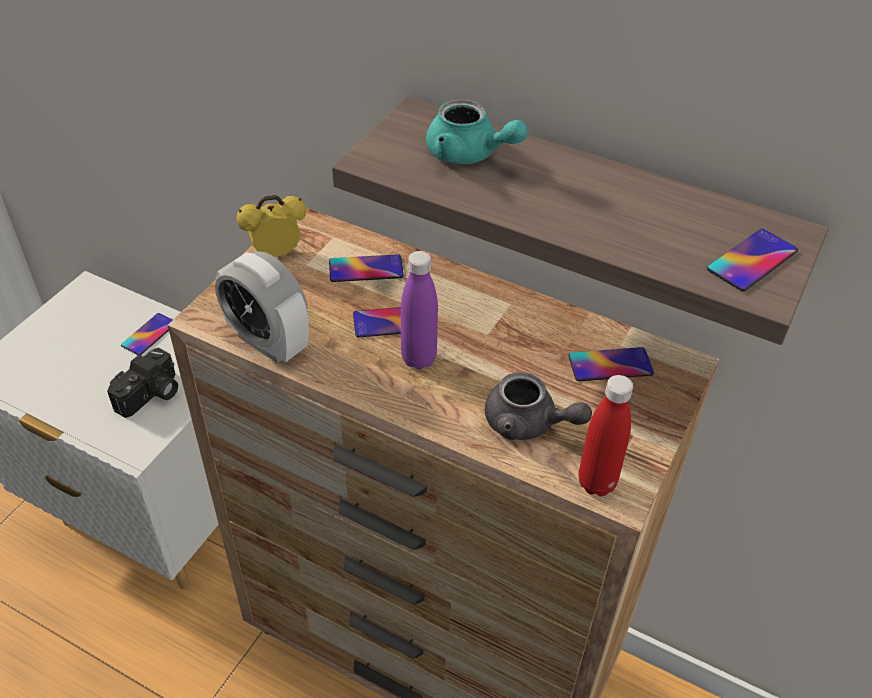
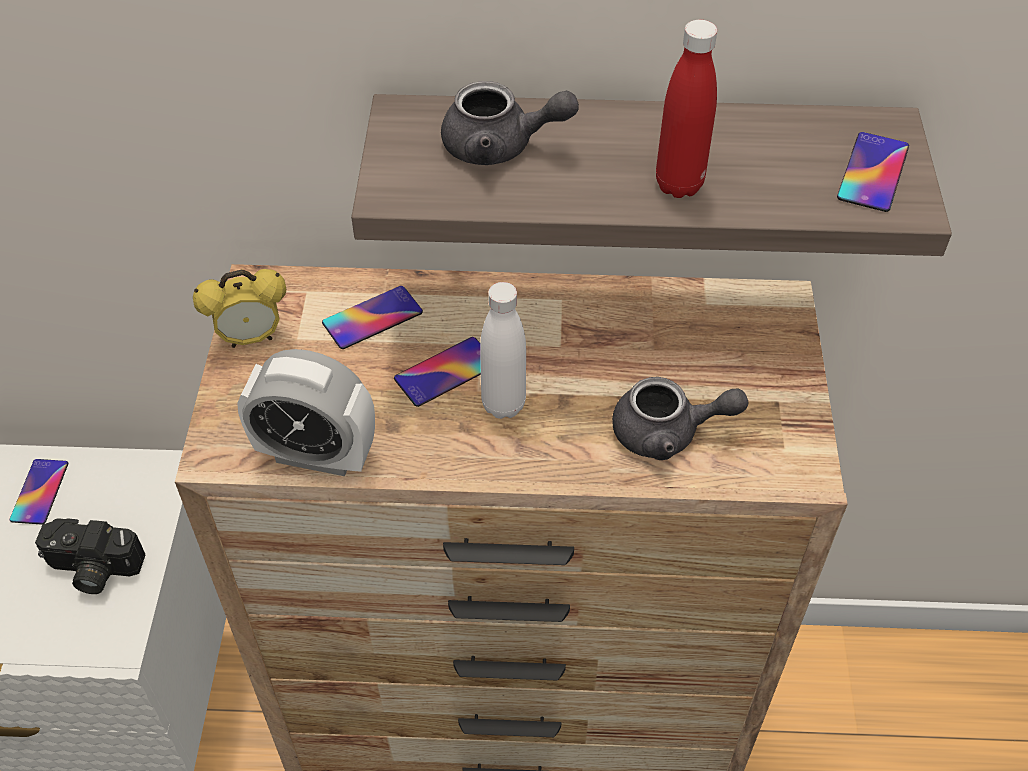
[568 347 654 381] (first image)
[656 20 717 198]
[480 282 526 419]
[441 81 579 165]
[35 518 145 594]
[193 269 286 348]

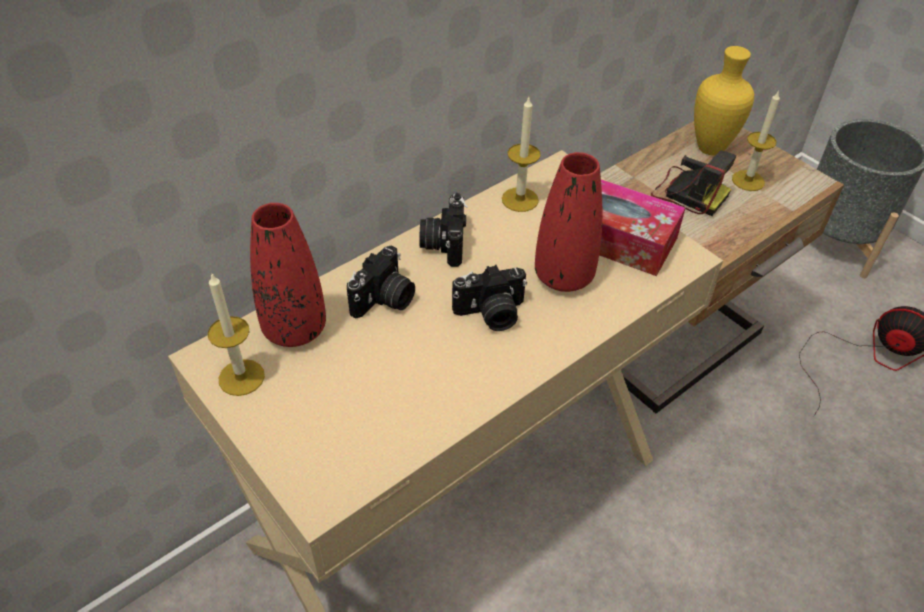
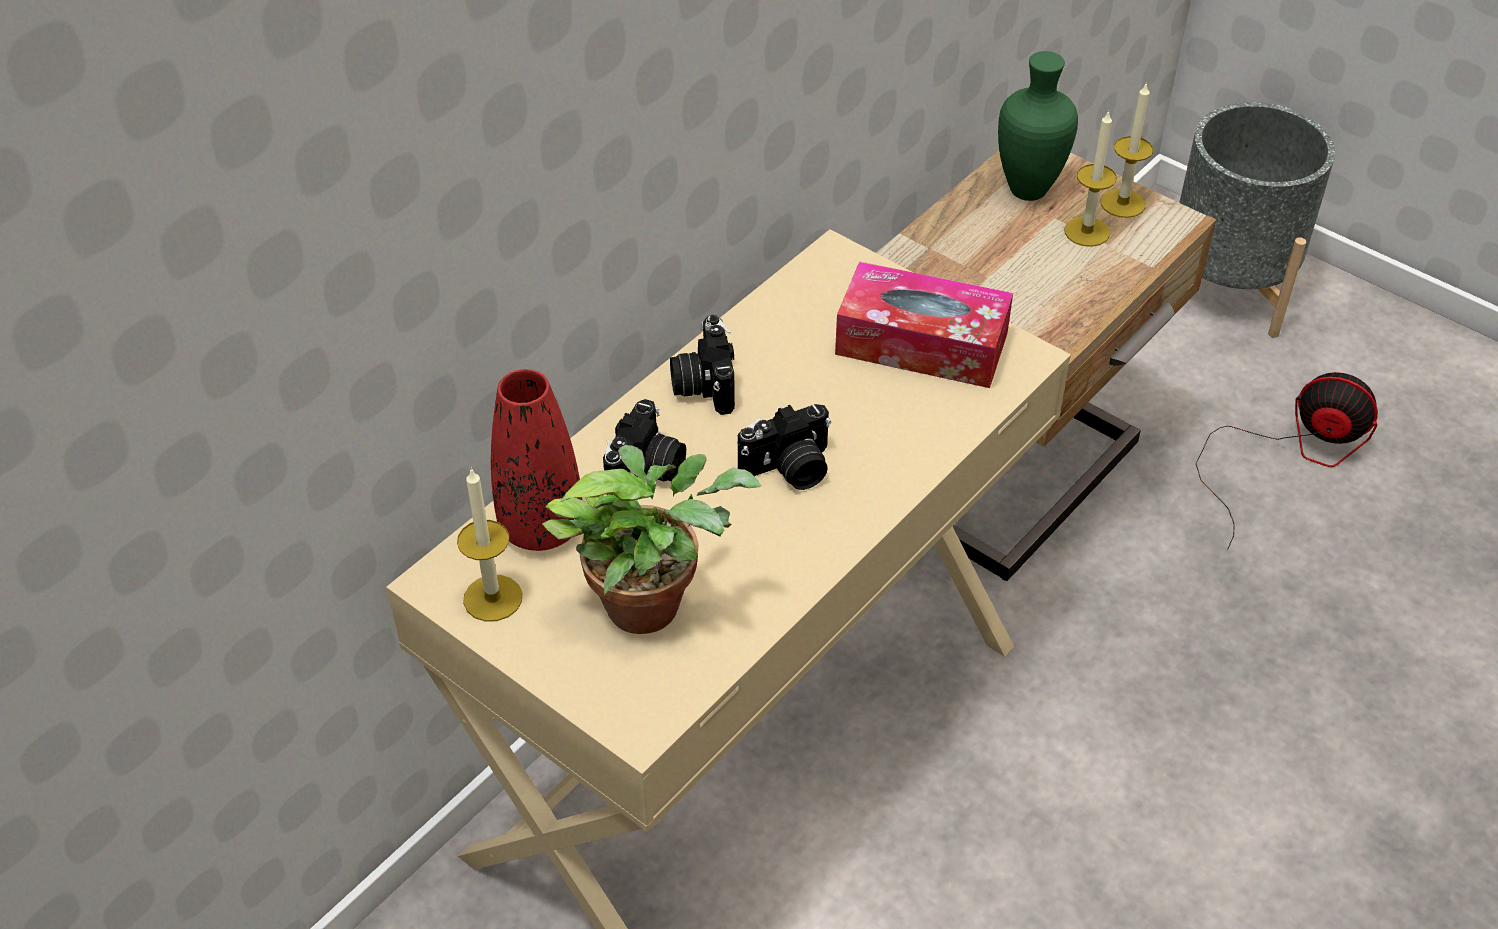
[535 152 602 292] (first image)
[651 150 736 216] (first image)
[542 445 762 634]
[1101 82 1153 218]
[998 51 1078 201]

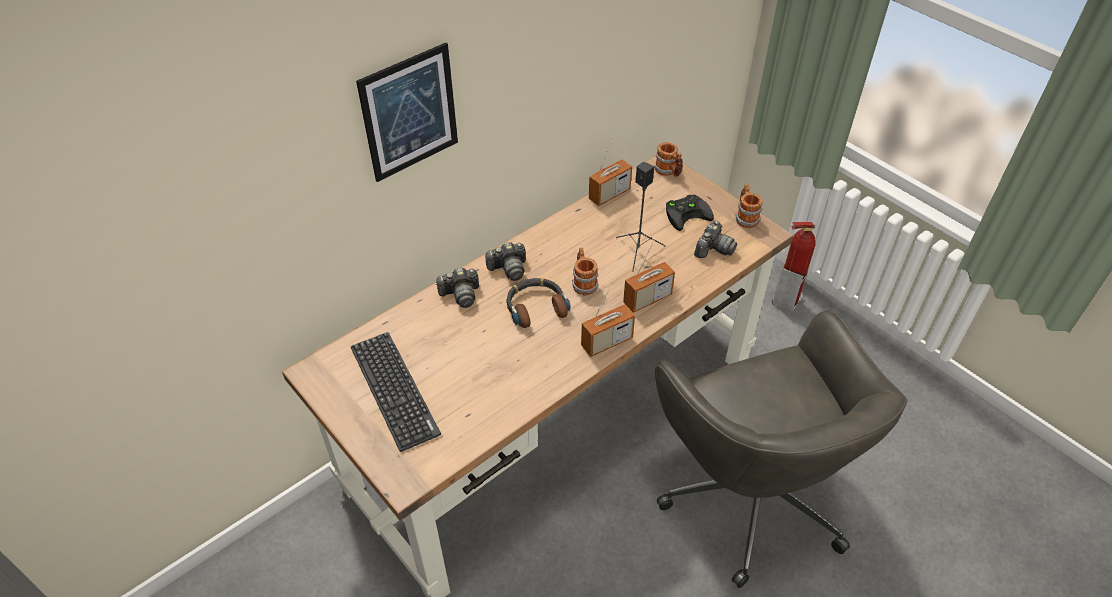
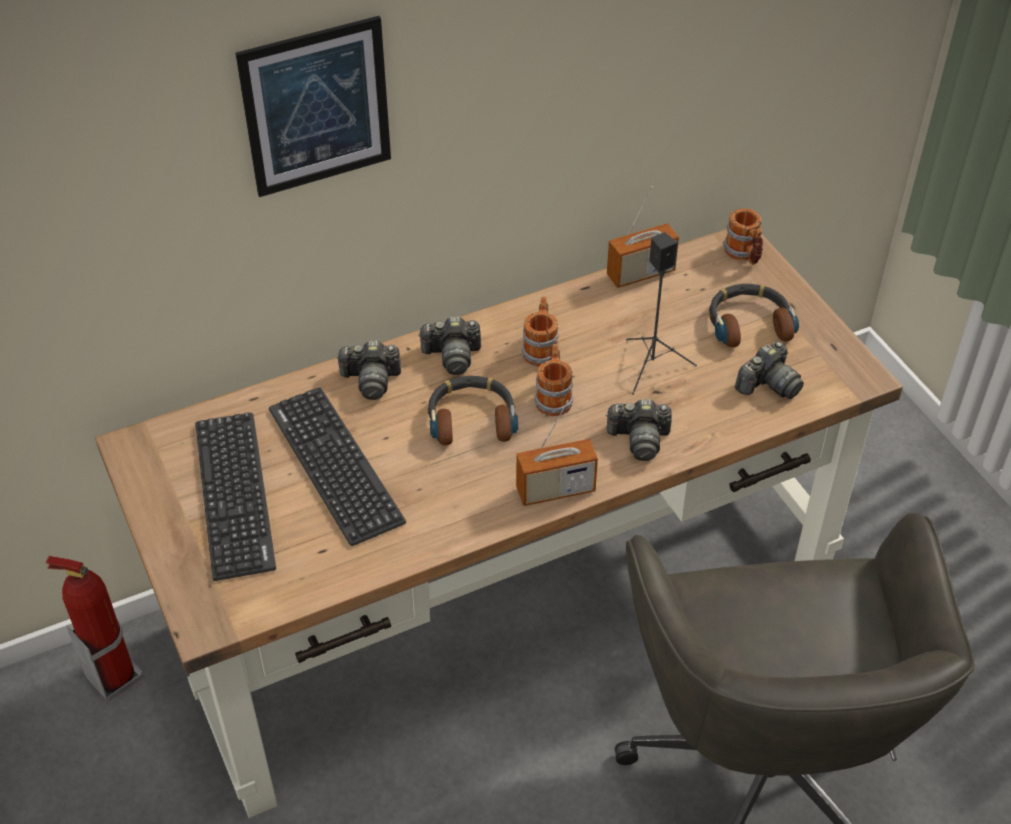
[269 388 406 546]
[522 297 559 367]
[45 556 143 701]
[606 399 672 461]
[709 284 799 347]

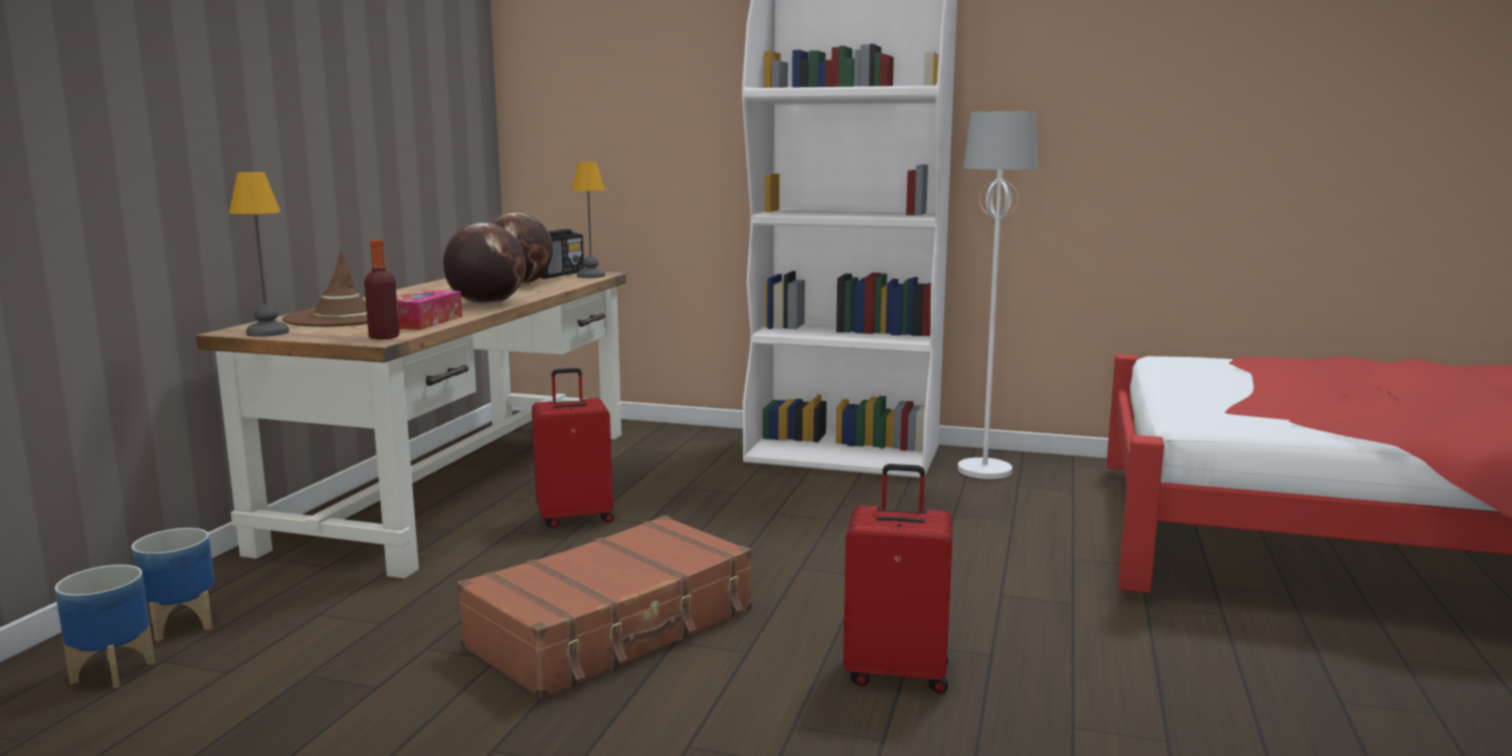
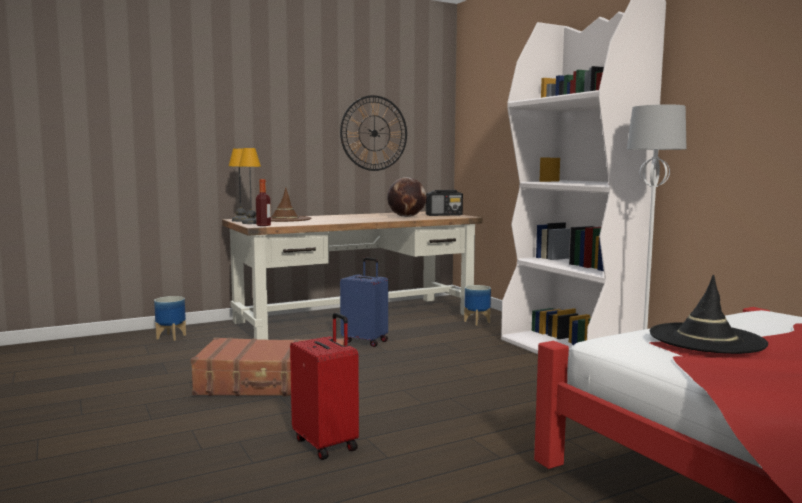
[397 290 462 330] (first image)
[443 223 526 305] (first image)
[340 95 407 171]
[650 275 768 354]
[464 285 491 325]
[239 148 261 224]
[340 258 388 347]

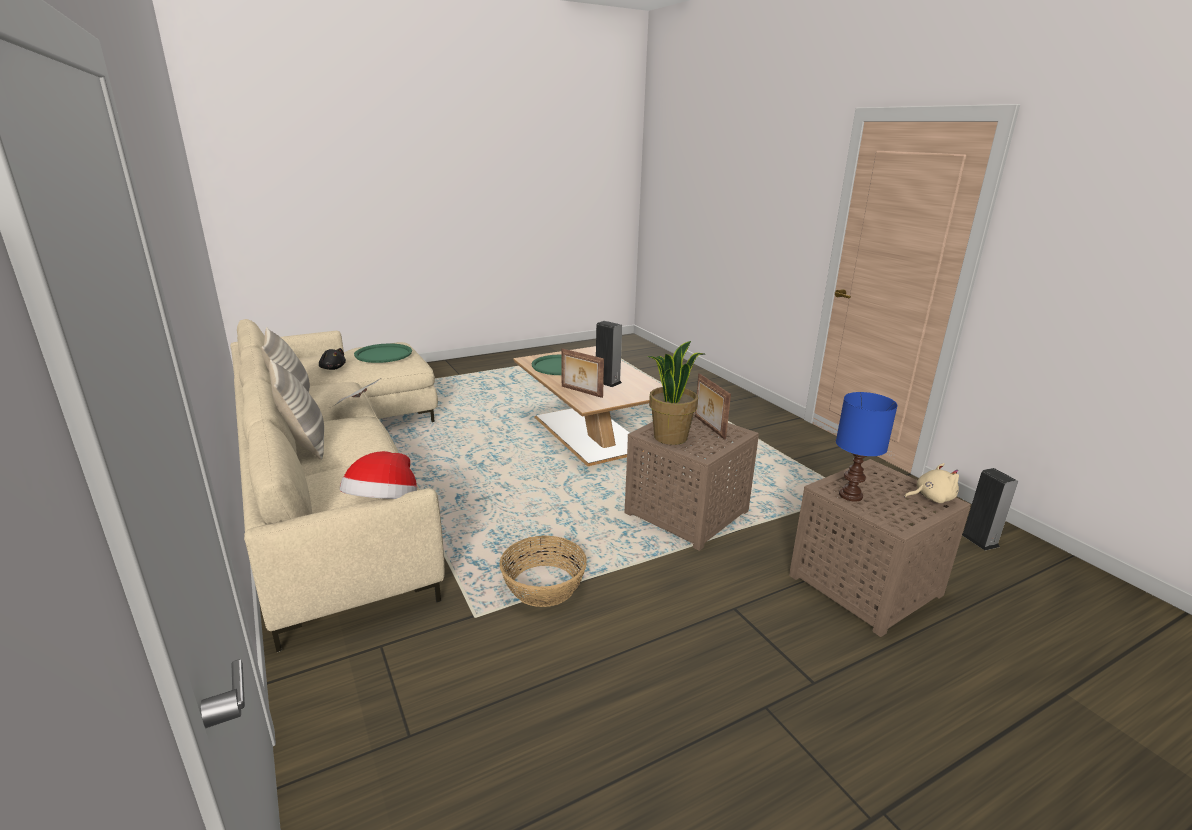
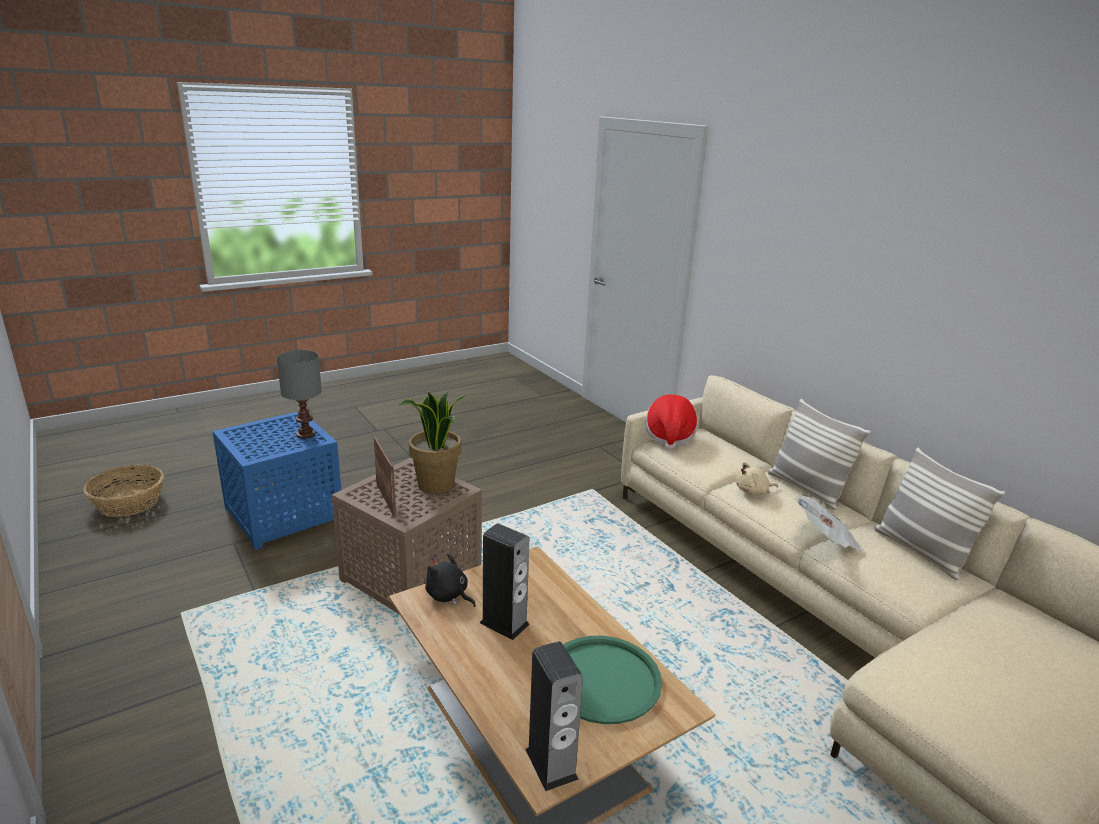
[354 343 412 363] (first image)
[562 348 604 398] (first image)
[425 554 476 607]
[83 465 164 517]
[736 462 778 496]
[525 641 583 791]
[213 412 341 550]
[277 350 322 439]

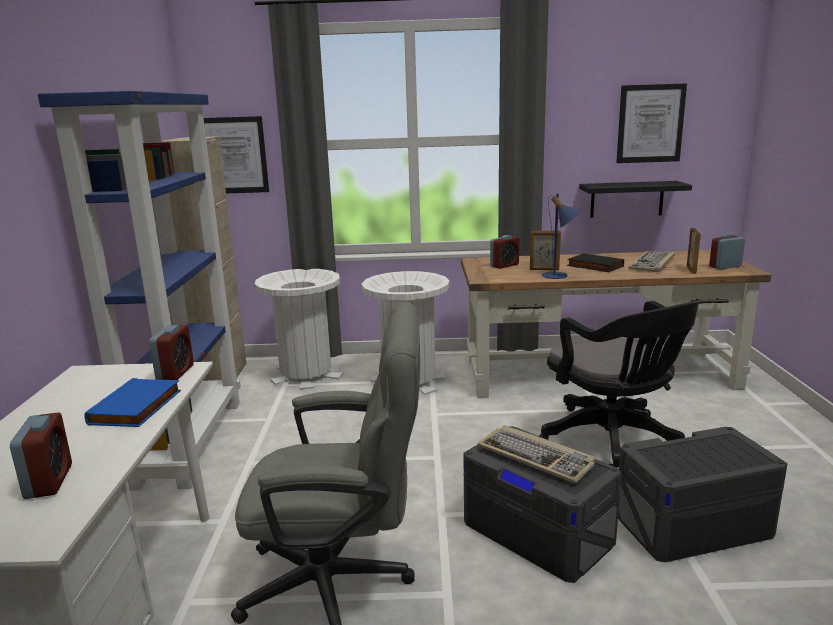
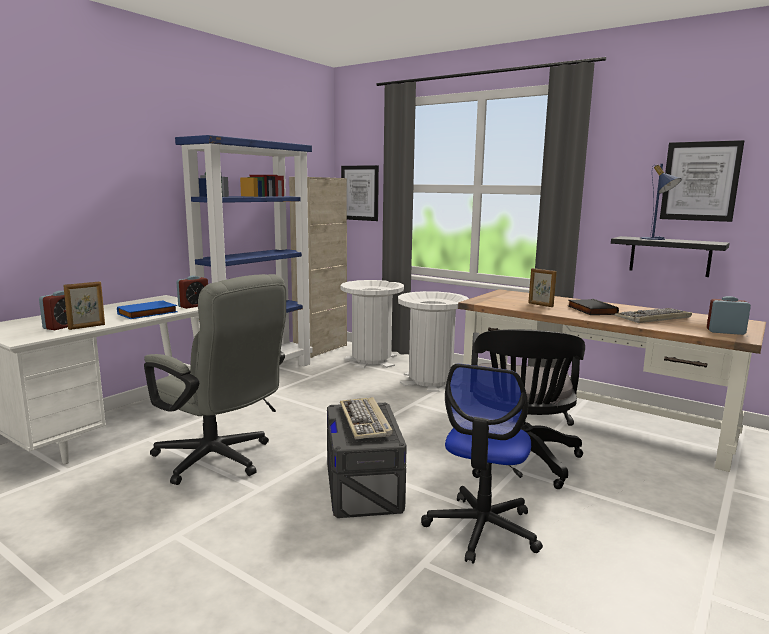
[490 235 519 269] (first image)
[641 164 681 240]
[63 281 105 330]
[421 364 543 564]

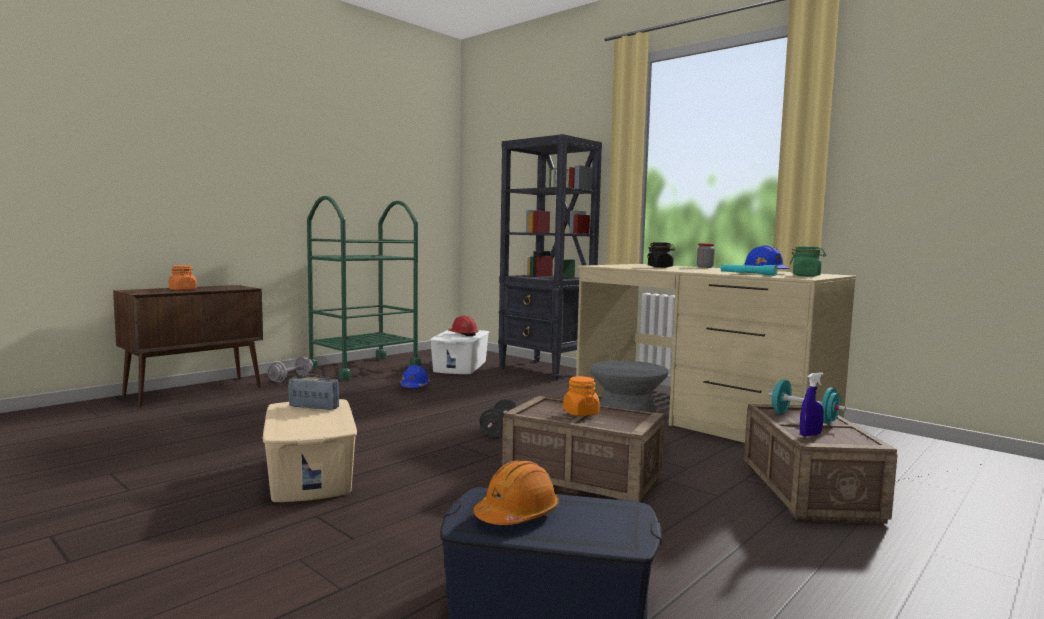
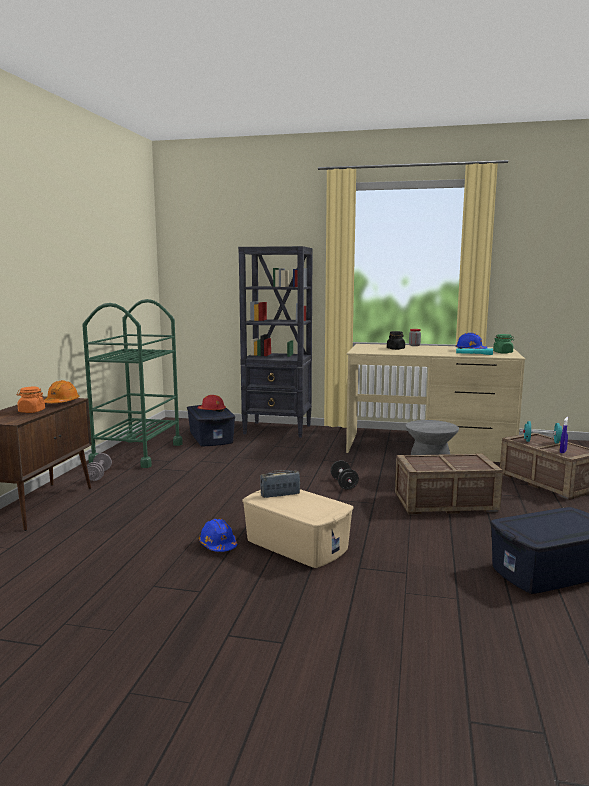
[563 376 600 416] (first image)
[199 519 237 552]
[44 380 79 403]
[187 405 236 446]

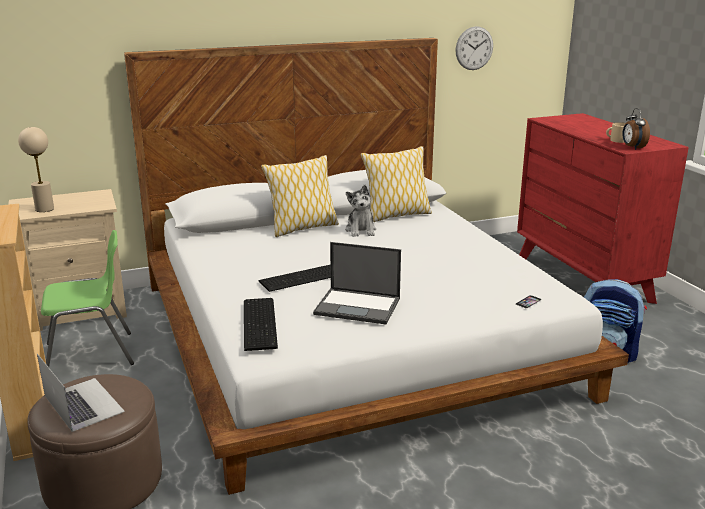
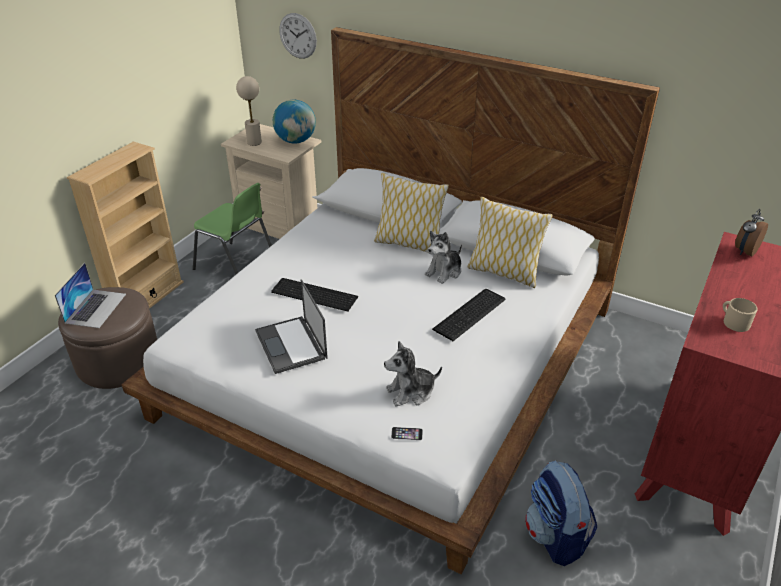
[273 100 316 143]
[384 341 442 407]
[432 289 506 341]
[279 13 317 59]
[735 209 768 256]

